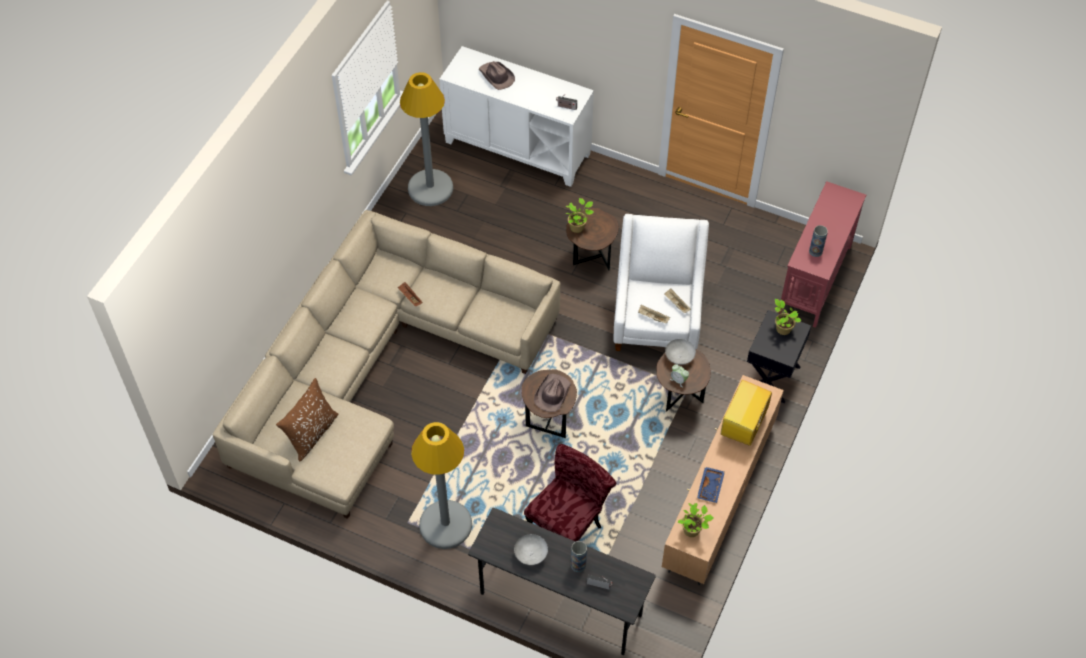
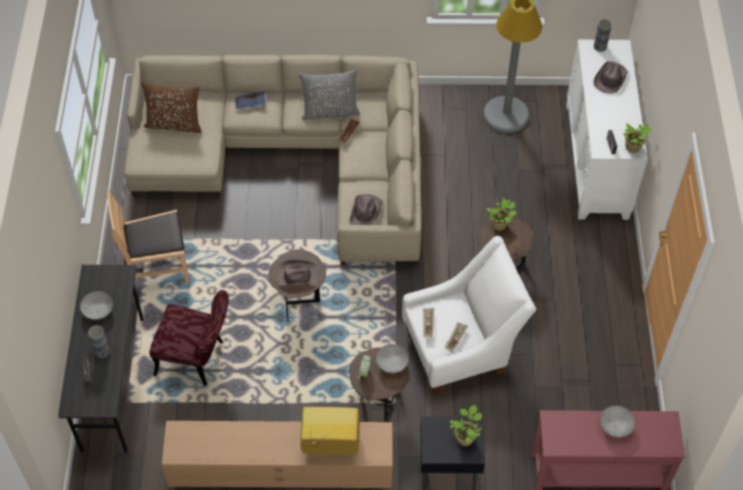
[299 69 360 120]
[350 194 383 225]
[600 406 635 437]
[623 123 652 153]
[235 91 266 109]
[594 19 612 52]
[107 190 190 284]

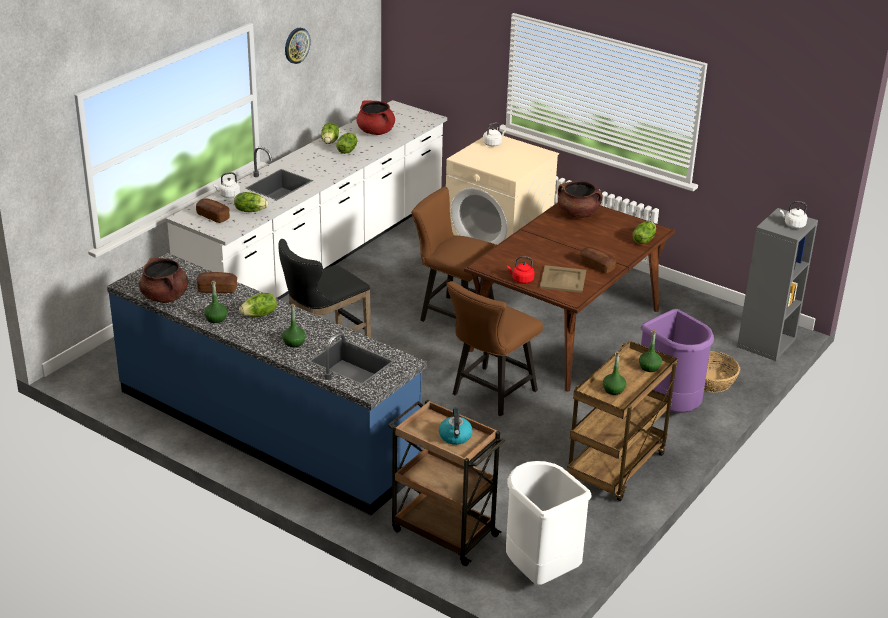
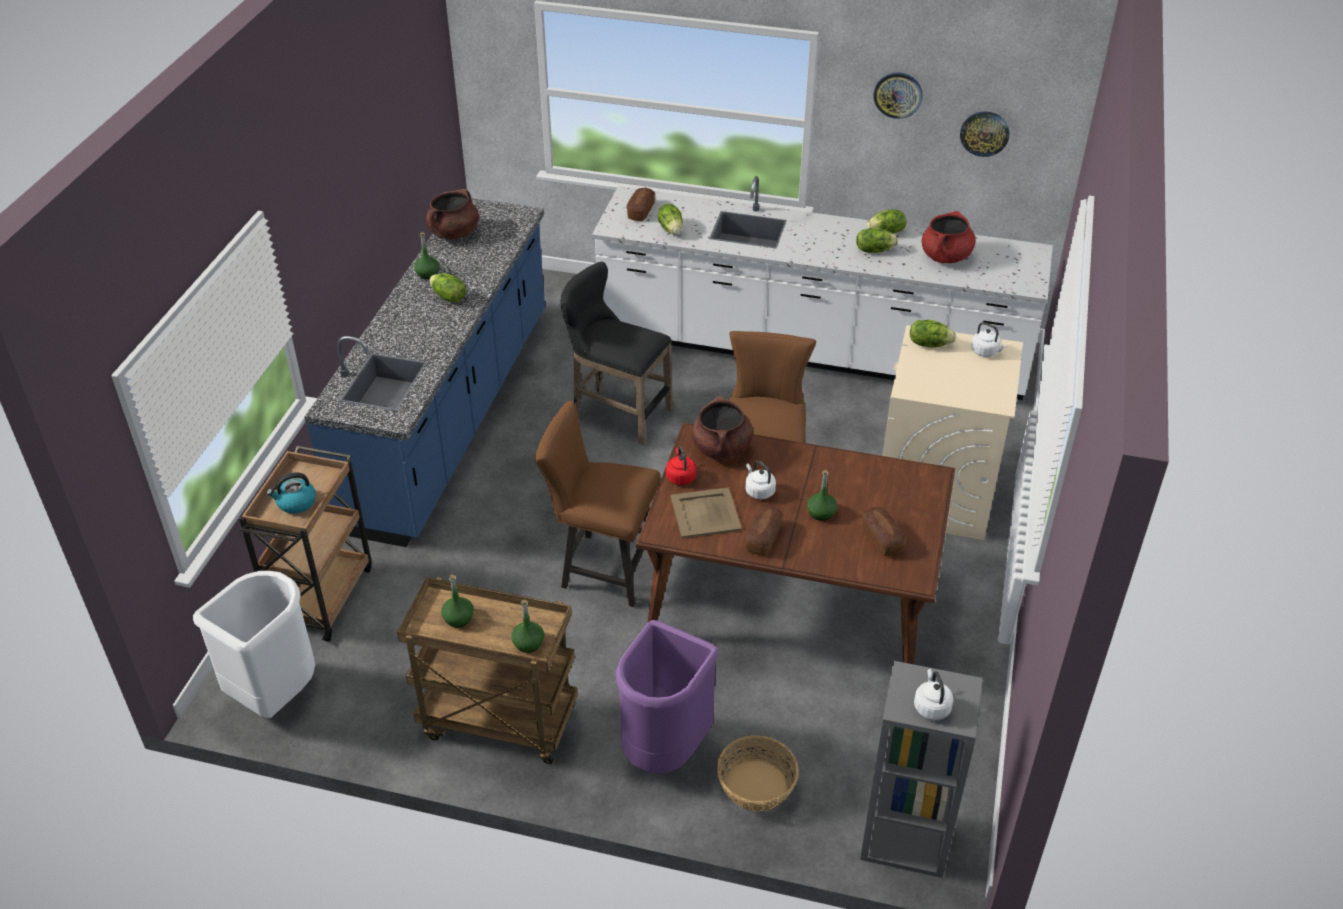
[960 111 1009 157]
[861 507 905 556]
[745 461 776 499]
[807 470 837 521]
[692 396 753 461]
[910 320 956 347]

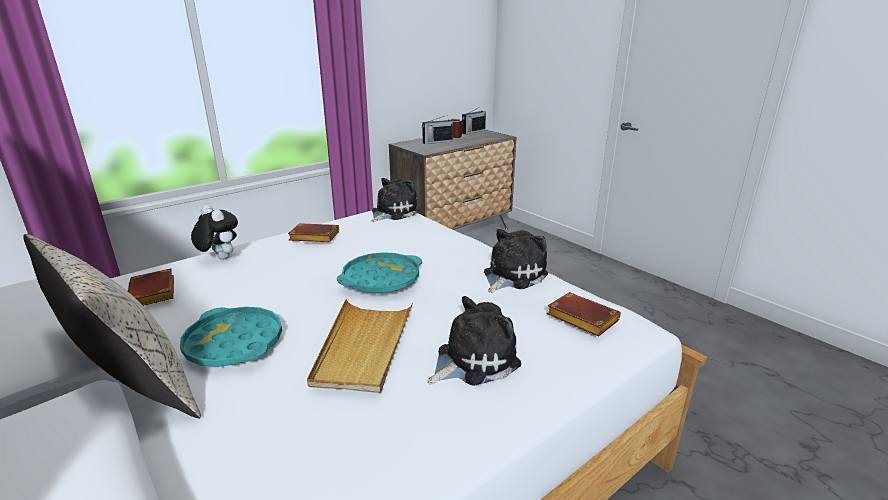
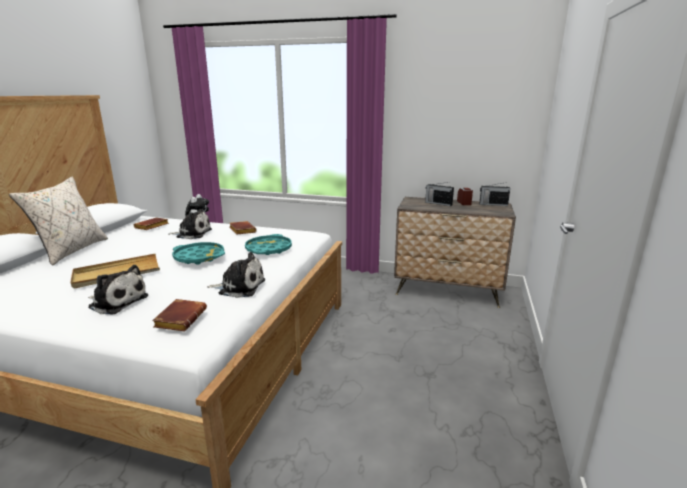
[245 234 292 255]
[169 209 212 239]

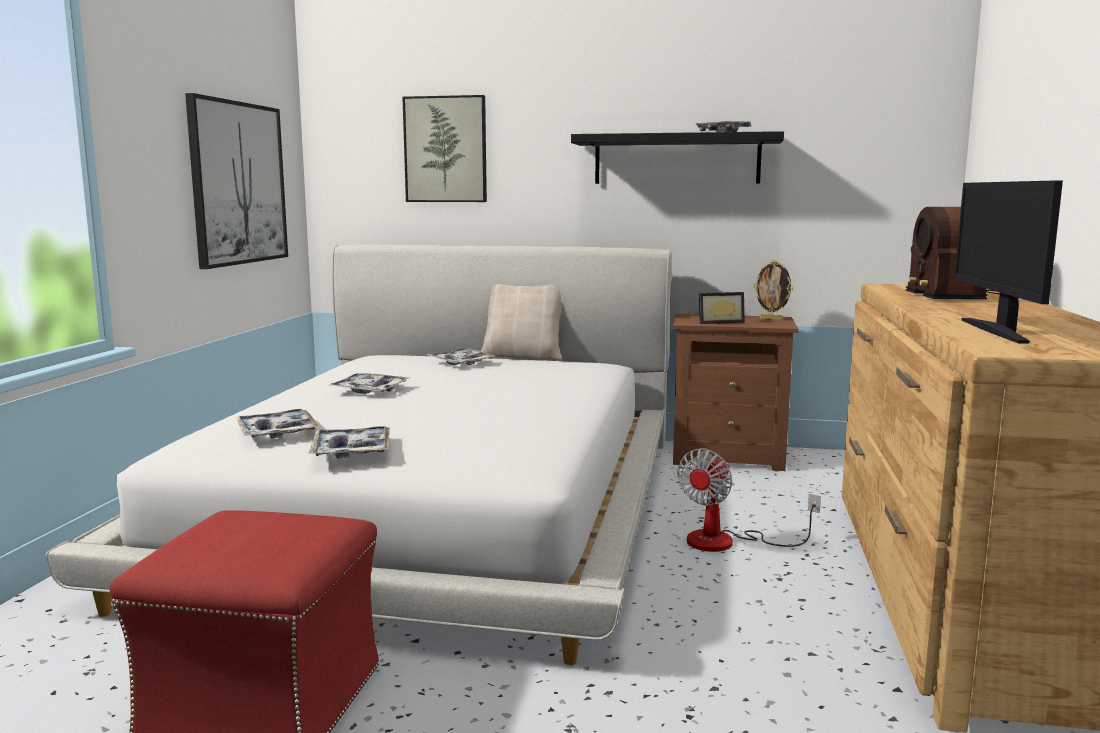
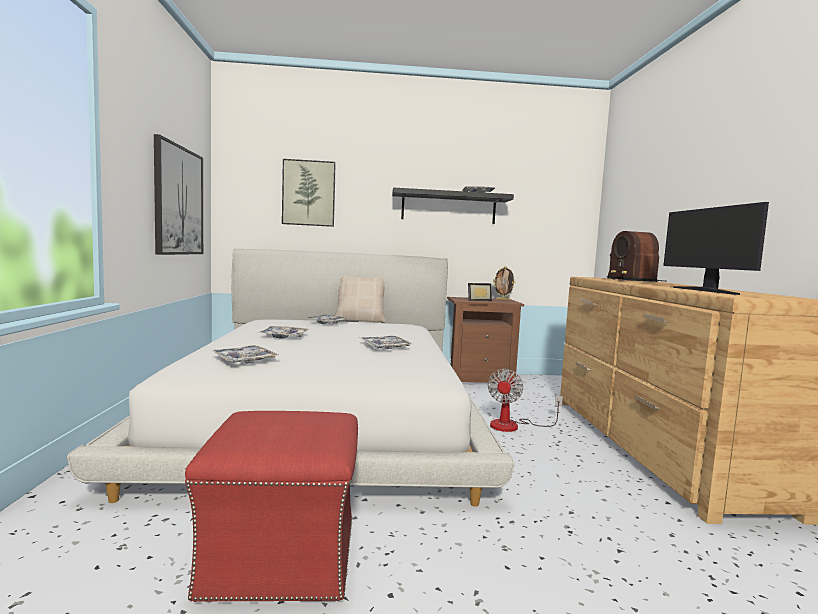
[361 336 412 349]

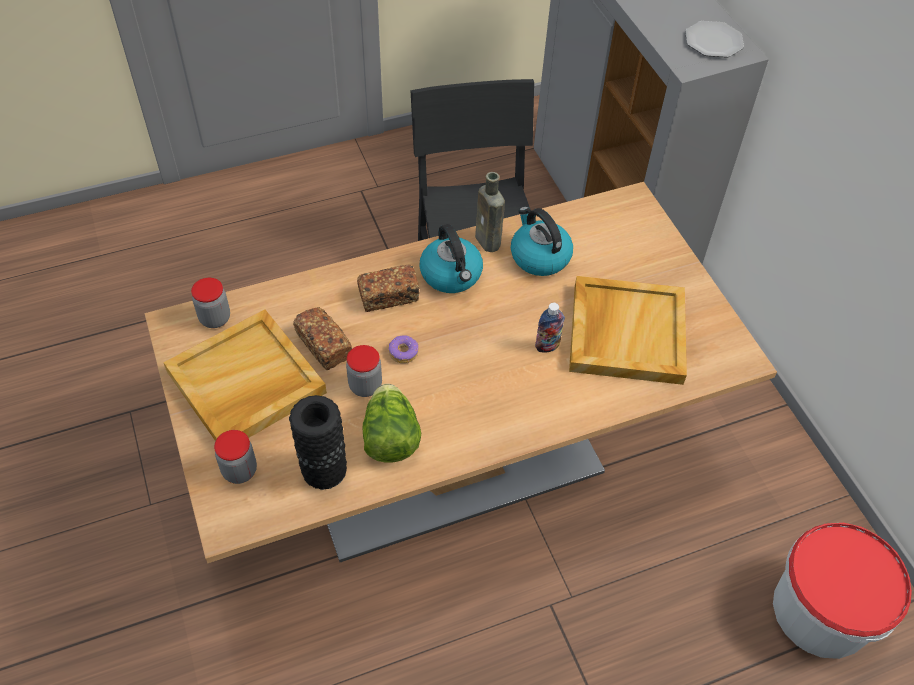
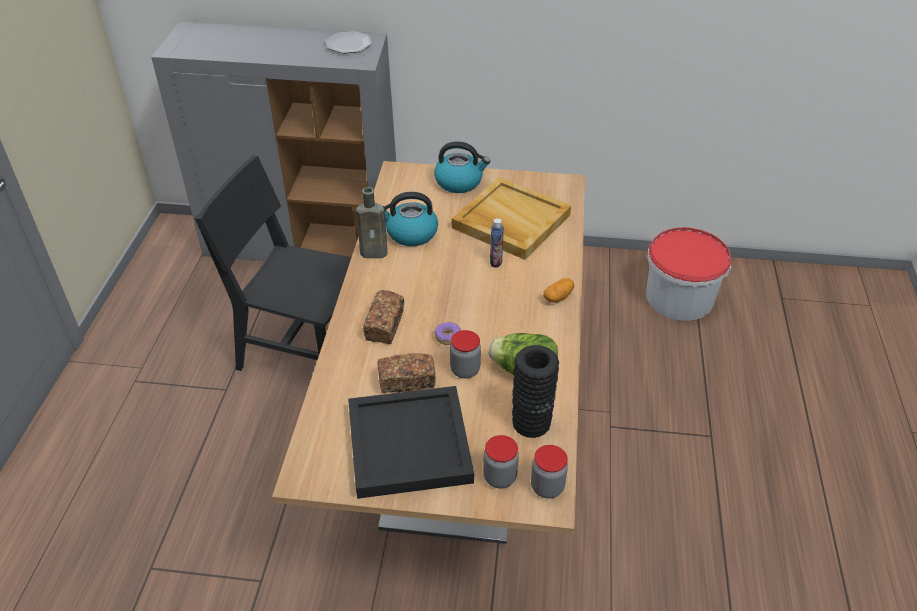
[543 278 574 303]
[531 445 568 499]
[434 141 490 193]
[348 386 474 499]

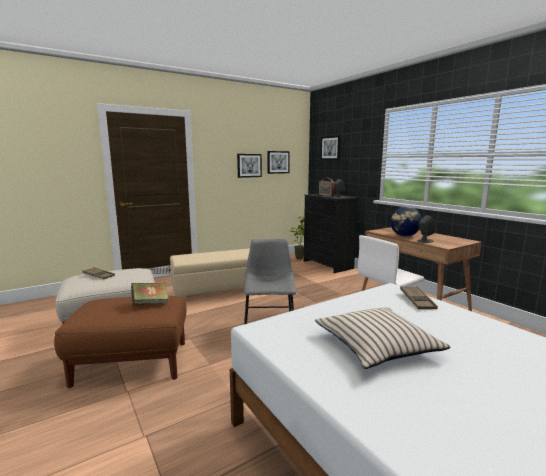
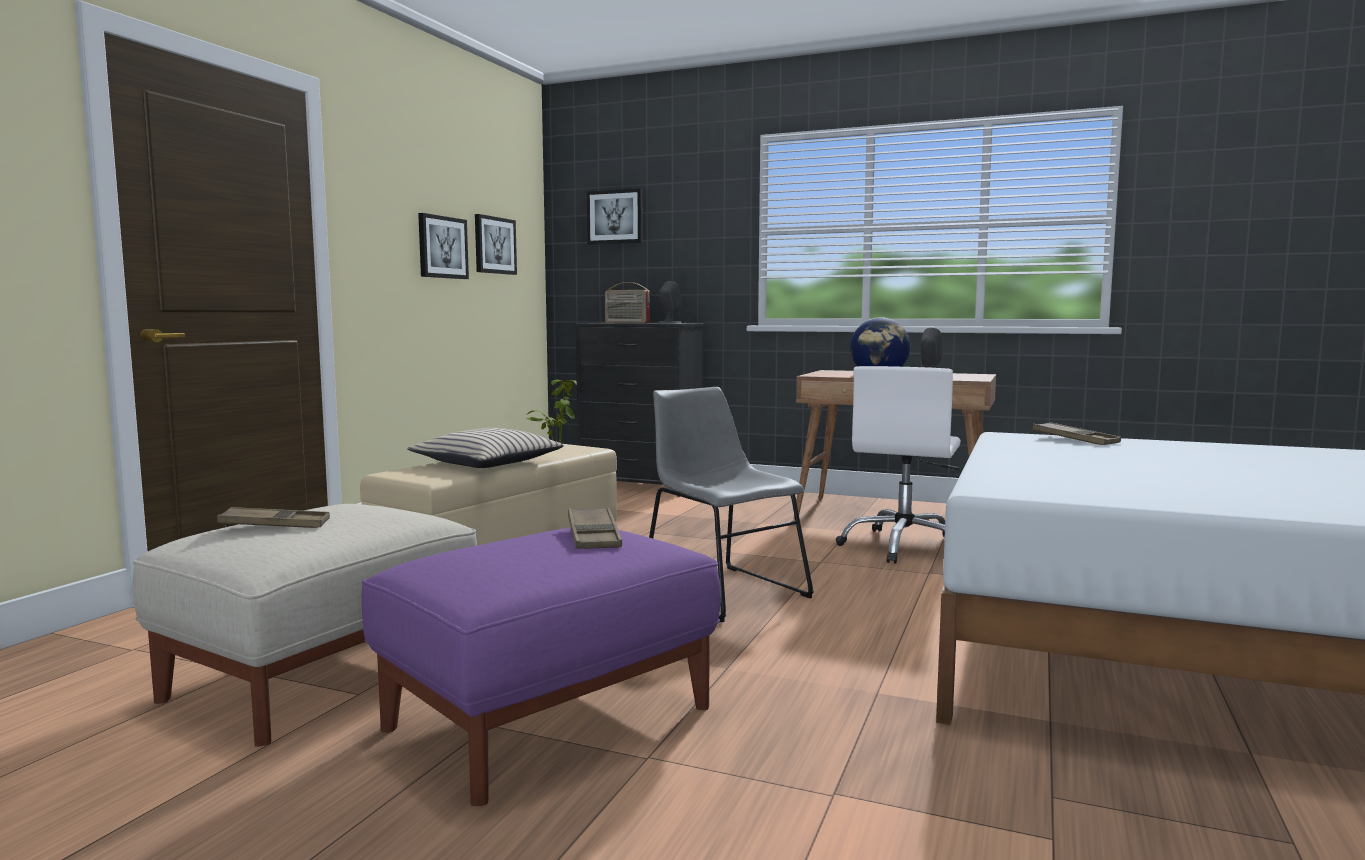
[407 428 564 468]
[568 508 622 549]
[361 527 721 806]

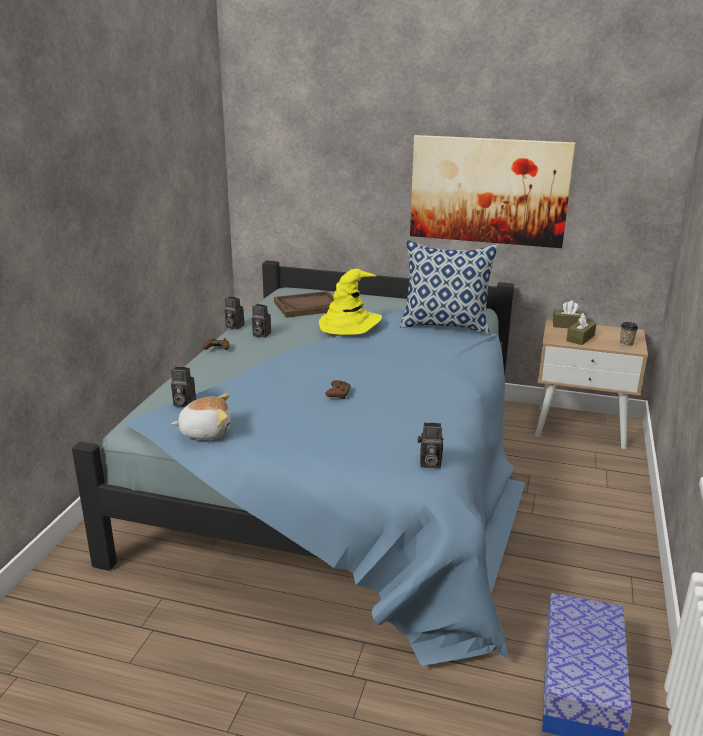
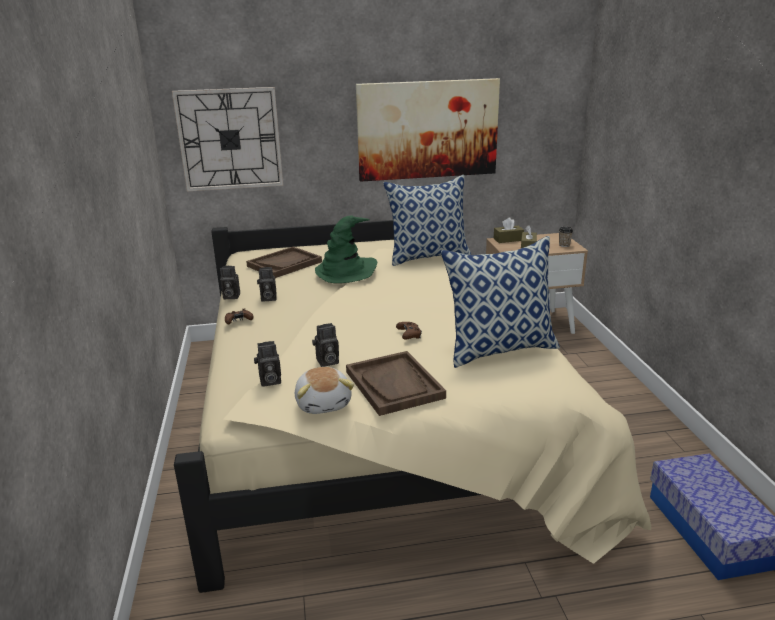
[172 87 283 191]
[346 351 446 416]
[441 236 560 368]
[312 323 339 367]
[174 220 651 593]
[315 215 377 283]
[295 367 354 414]

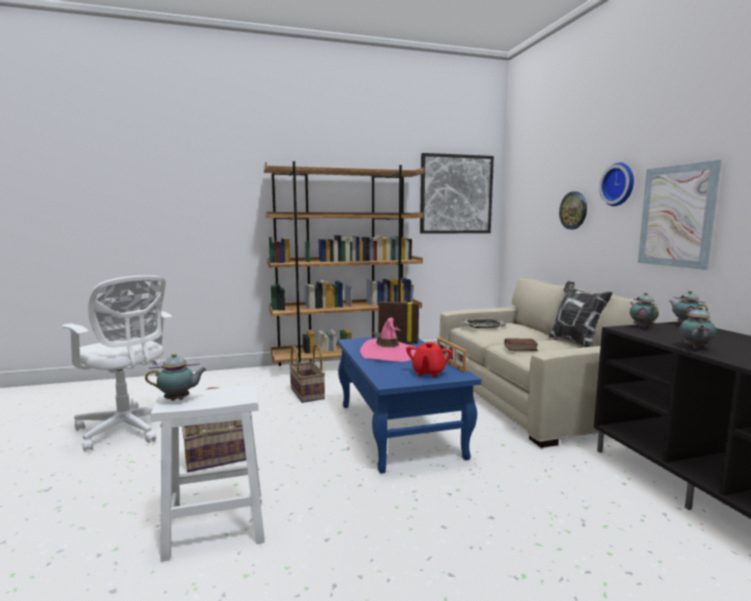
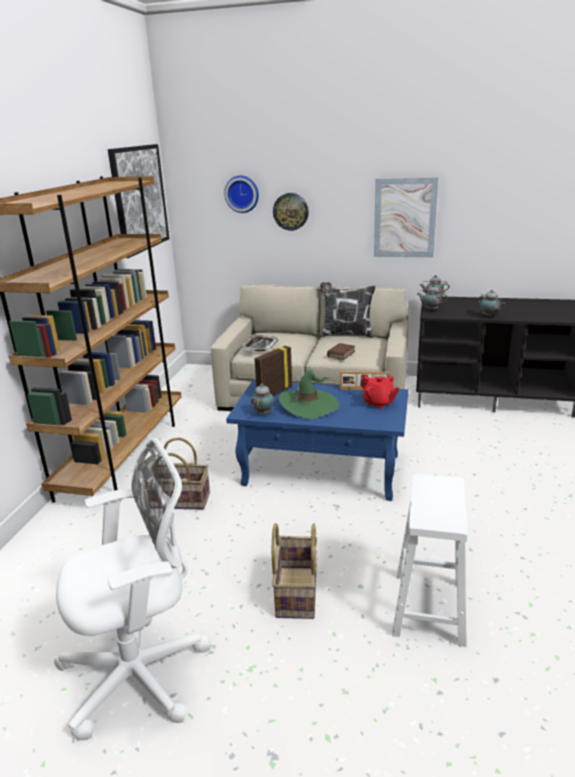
[251 384 274 415]
[224 175 259 213]
[278 369 340 419]

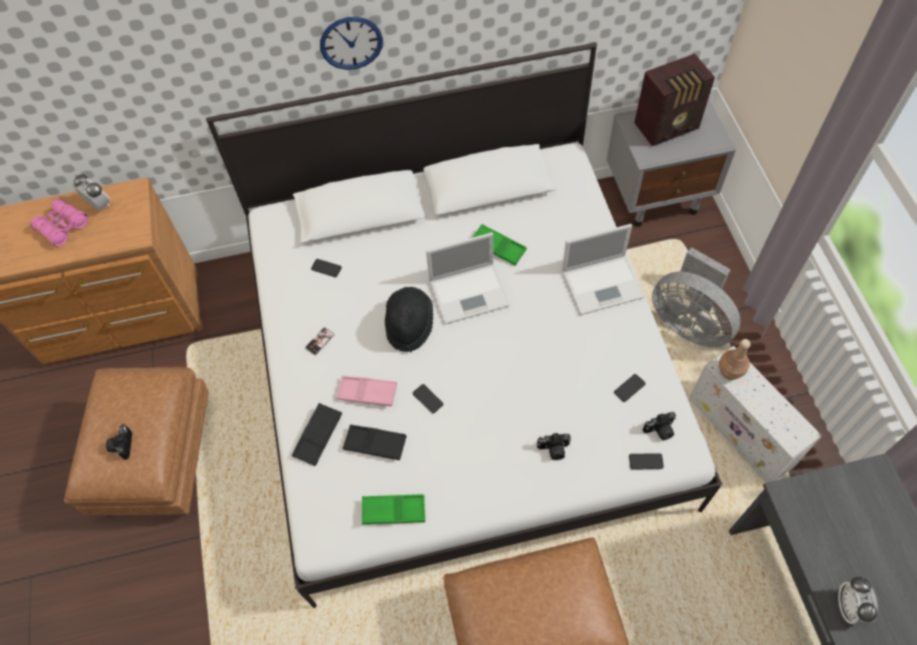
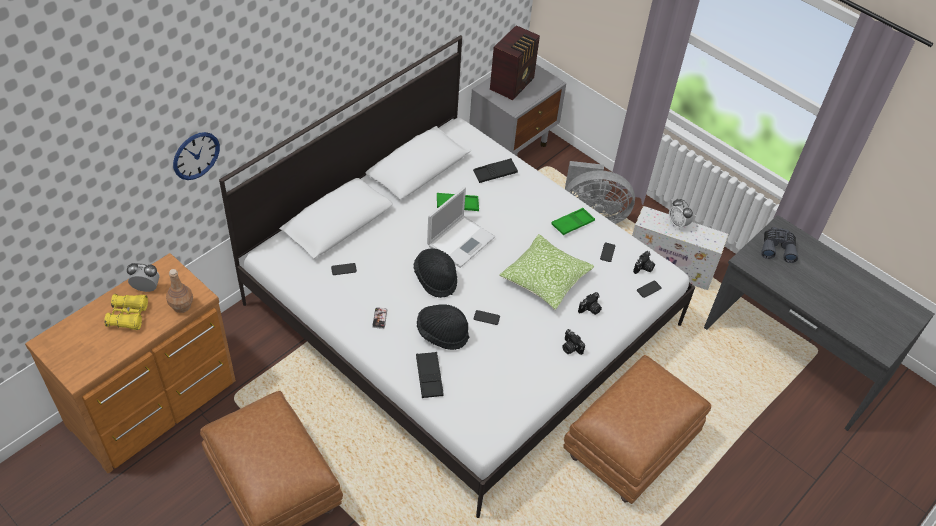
[562 224 645 315] (first image)
[499 234 594 310]
[761 227 798 263]
[562 329 585 355]
[173 132 220 180]
[473 158 518 183]
[551 208 595 235]
[166 269 193 313]
[669 199 693 230]
[417 304 469 350]
[104 294 148 330]

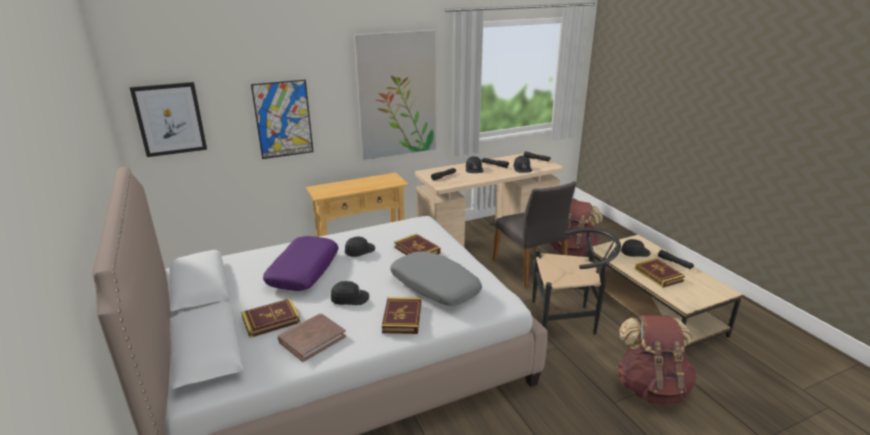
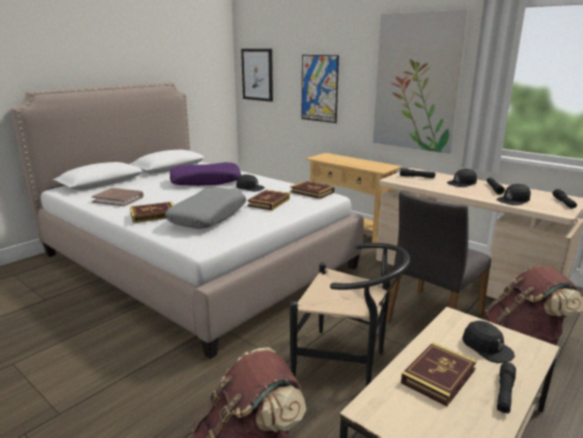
[331 281 369 305] (first image)
[290 181 334 199]
[290 243 410 386]

